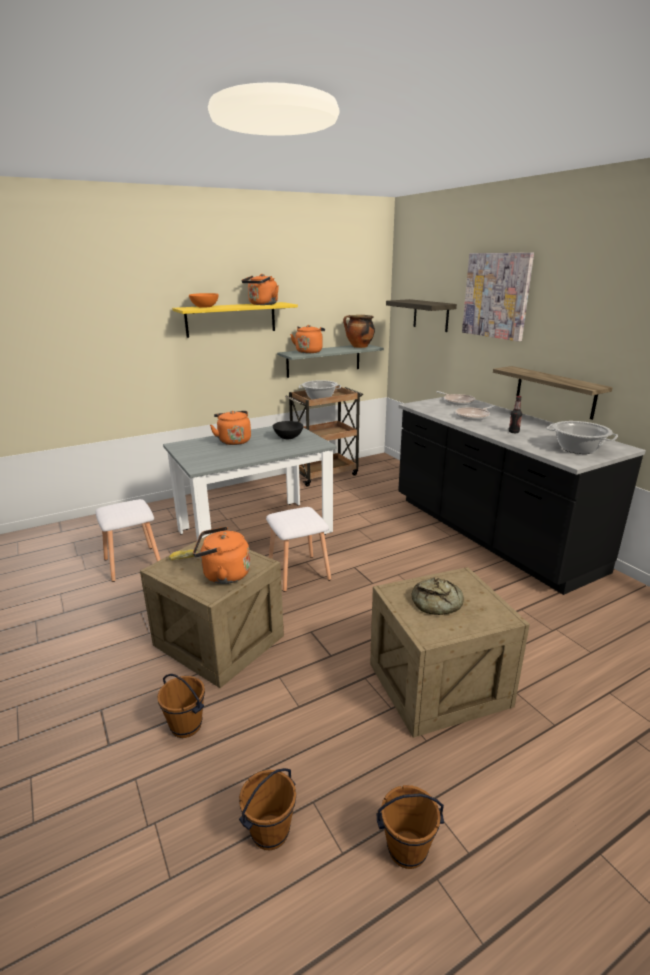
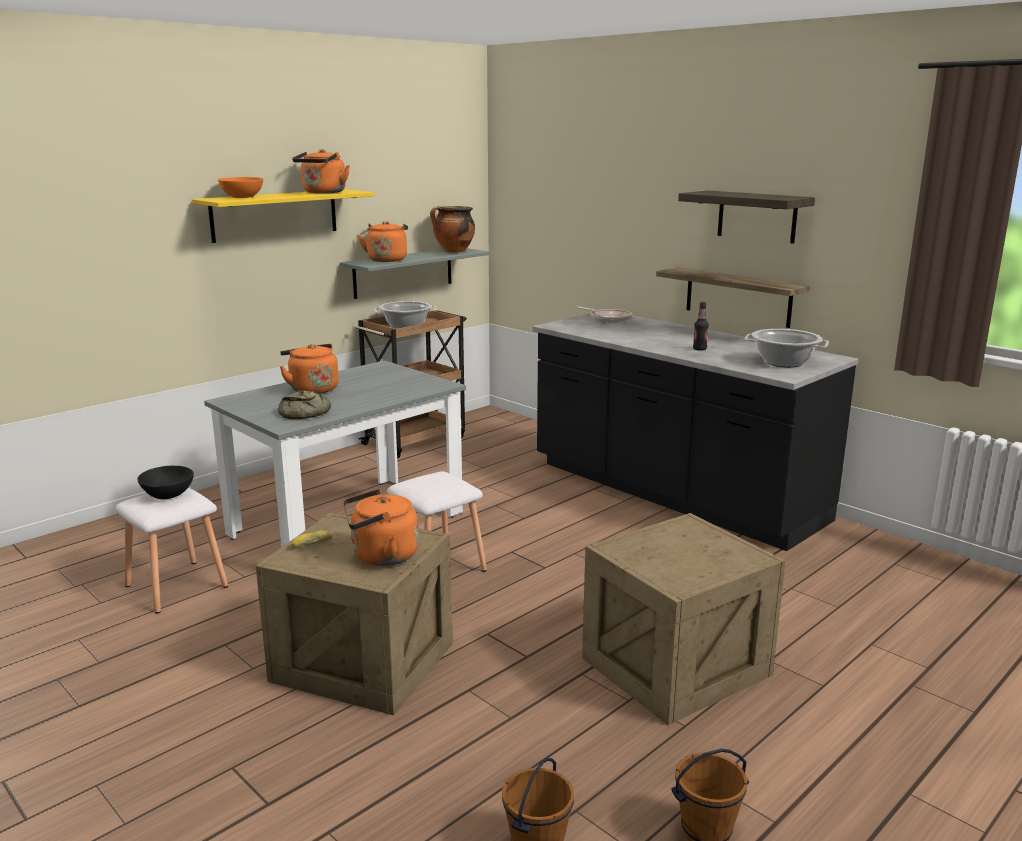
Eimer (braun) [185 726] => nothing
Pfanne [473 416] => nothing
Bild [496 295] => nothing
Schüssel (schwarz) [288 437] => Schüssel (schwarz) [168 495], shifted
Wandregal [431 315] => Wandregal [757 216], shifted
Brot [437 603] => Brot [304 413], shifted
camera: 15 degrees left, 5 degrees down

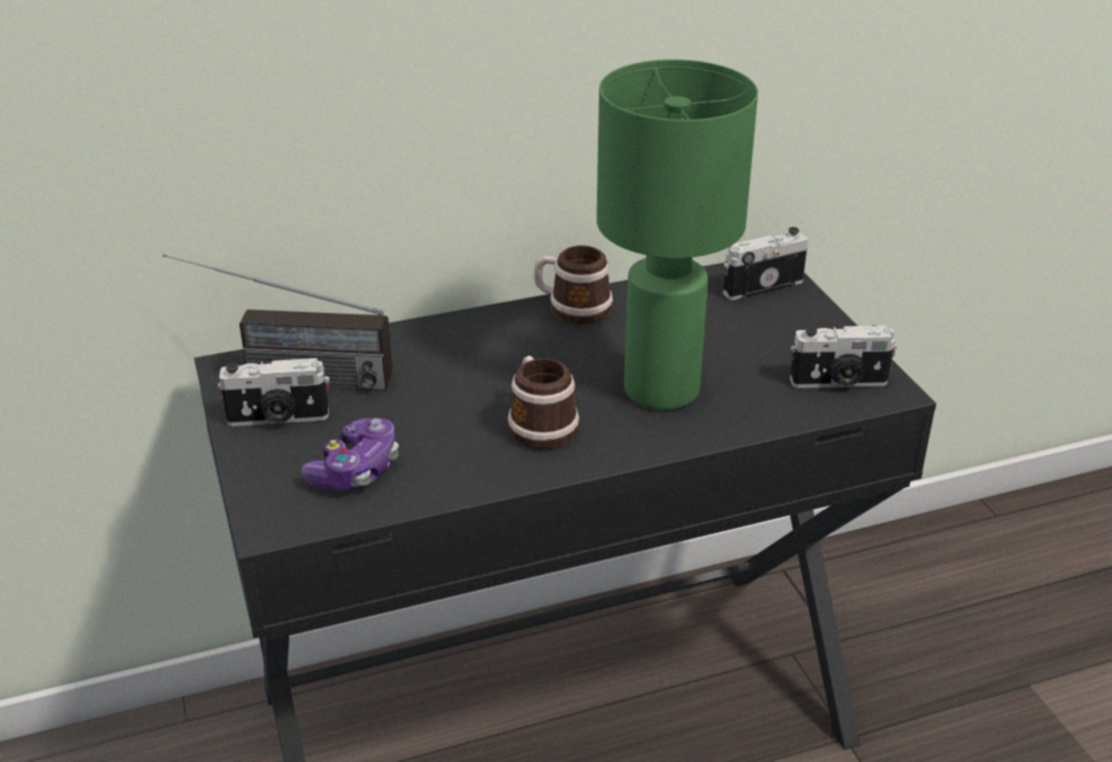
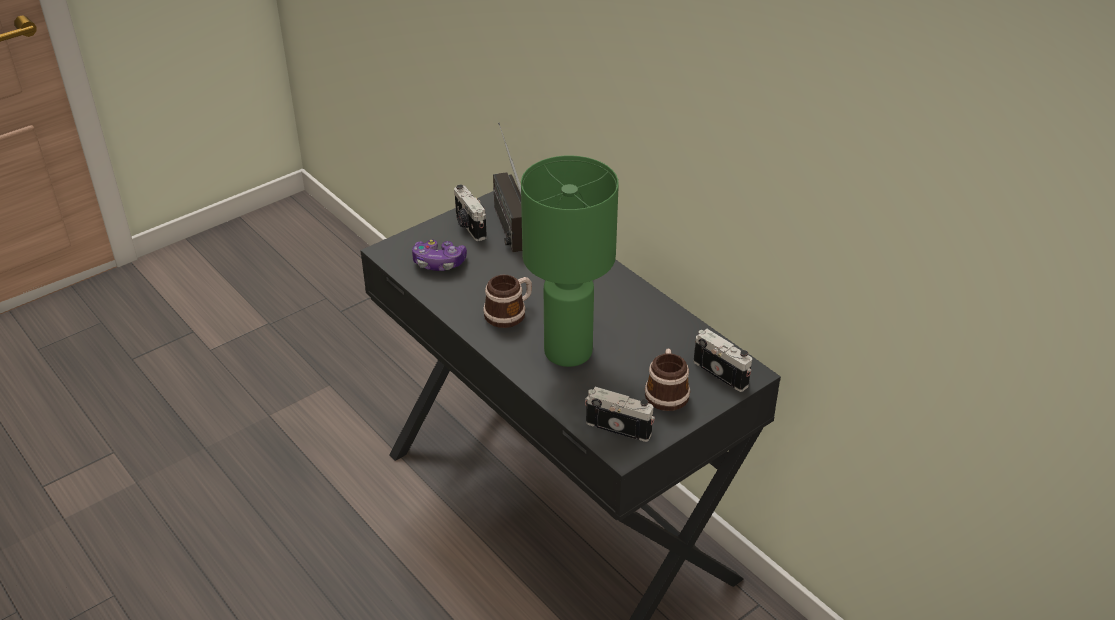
Henkelbecher [572 307] => Henkelbecher [666 392], shifted
Kamera [839 383] => Kamera [619 427], 135 degrees clockwise
camera: 70 degrees right, 5 degrees up

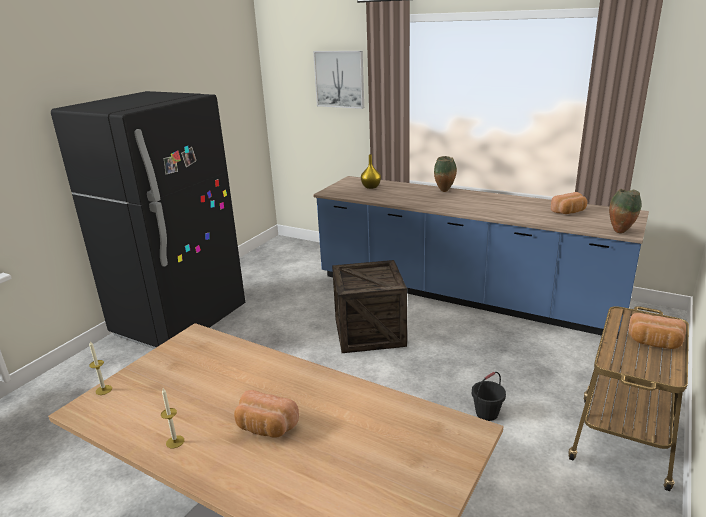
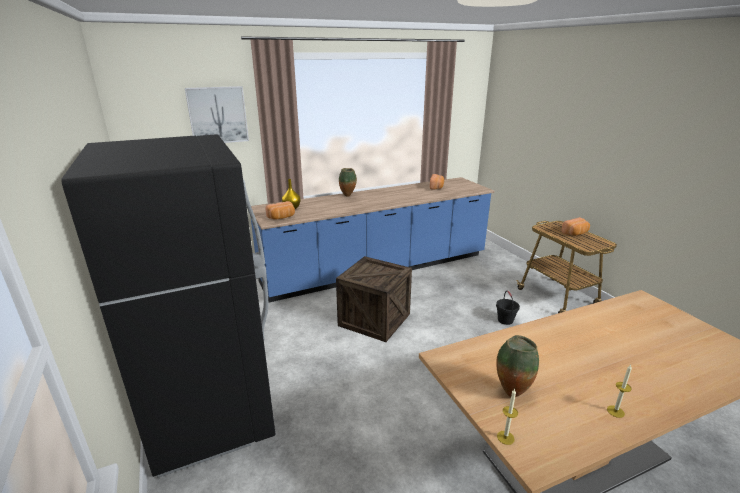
Brot [265 428] => Brot [282 217], shifted
Vase [620 232] => Vase [511 392], shifted
camera: 55 degrees left, 0 degrees up

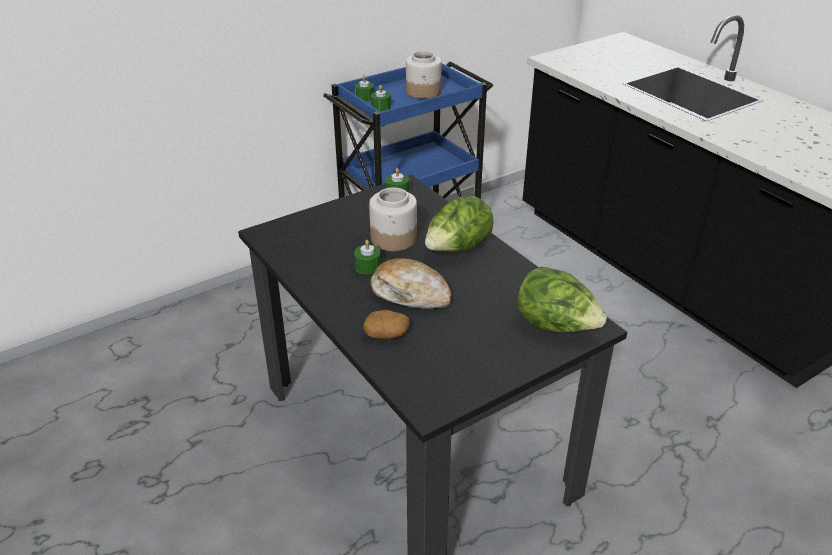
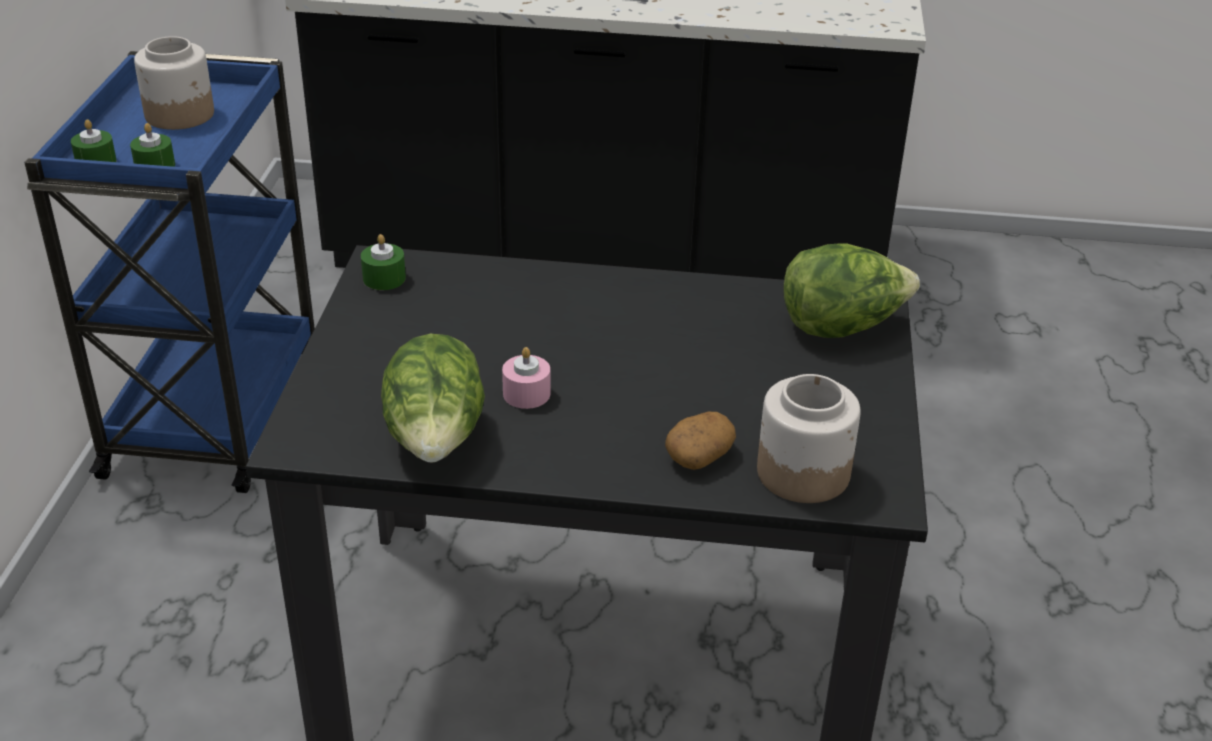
Brot [410 293] => nothing
Vorratsglas [394 238] => Vorratsglas [803 472], shifted
Salatkopf [457 249] => Salatkopf [436 441], shifted
Kerze (grün) [368 266] => Kerze (rosa) [526 394]
camera: 50 degrees left, 0 degrees up

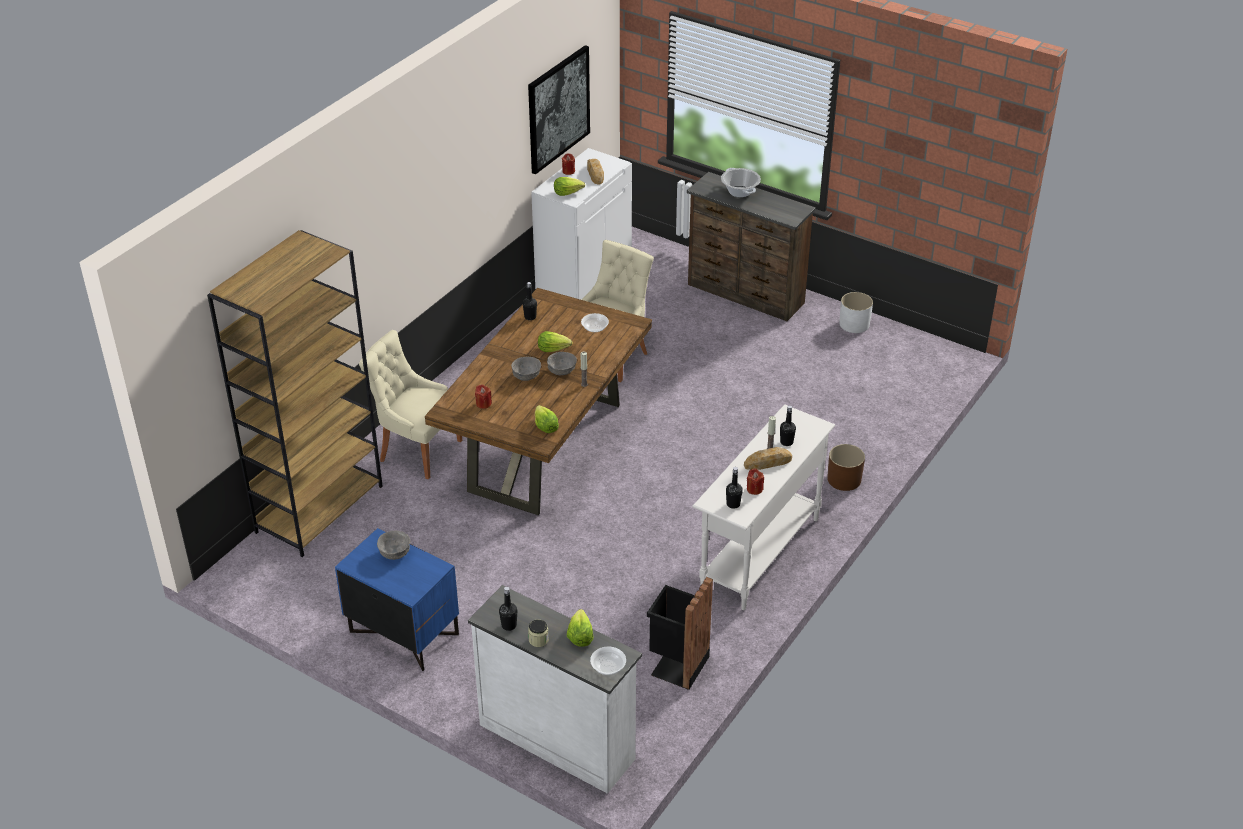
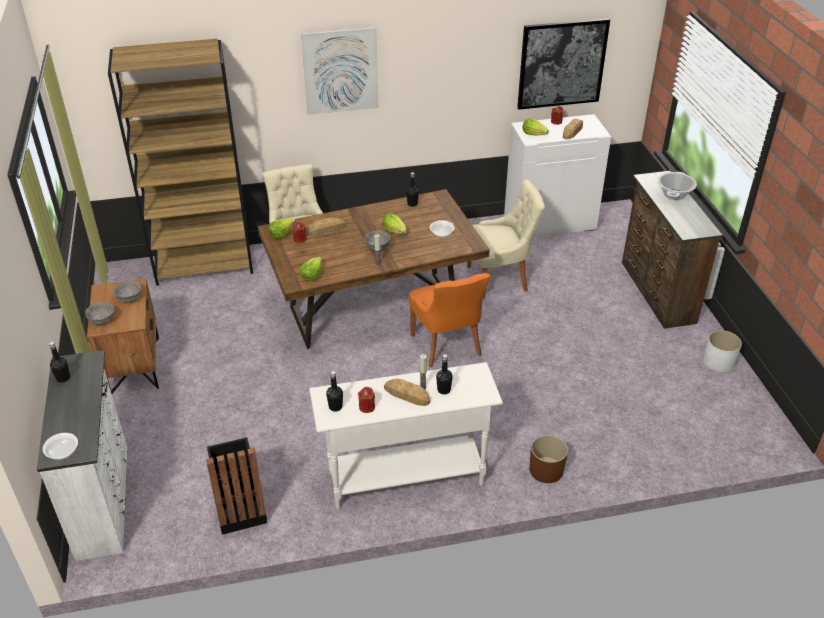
Vorratsglas [538 640] => nothing
nothing => Bild [340 71]
nothing => Brot [326 230]
nothing => Stuhl (orange) [447 346]
Schüssel (grau) [526 376] => Schüssel (grau) [102 321], shifted
Salatkopf [580 636] => Salatkopf [282 233], shifted
Nachttisch (blau) [403 633] => Nachttisch (braun) [133 365]
camera: 45 degrees right, 0 degrees up

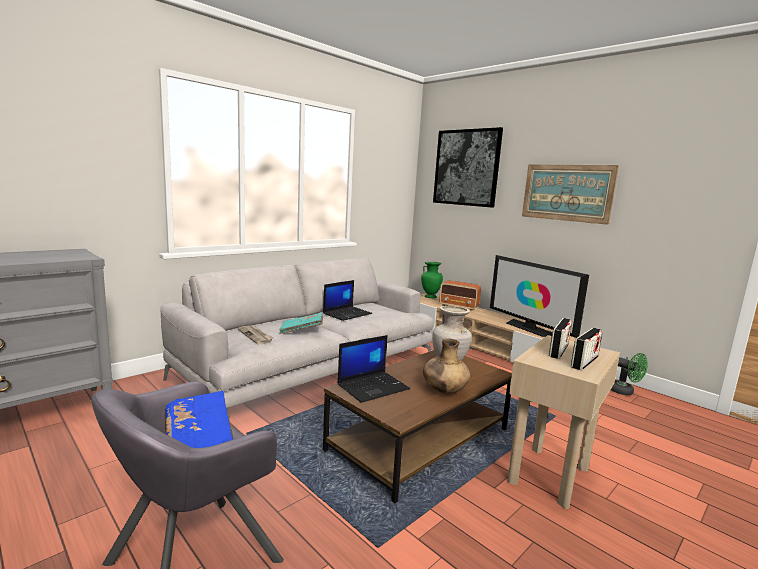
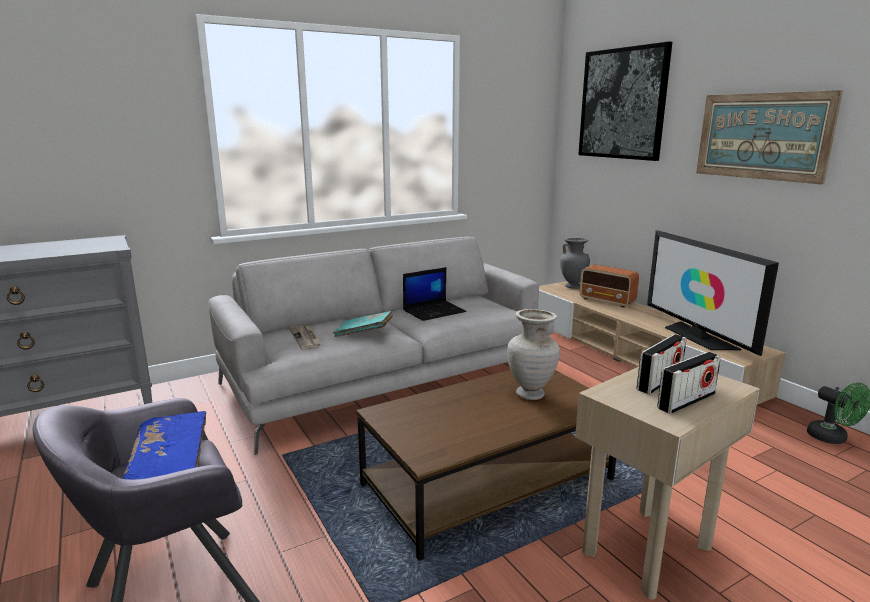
Laptop [373 386] => nothing
Vase (braun) [444 391] => nothing
Vase (grün) [430 297] => Vase (grau) [573 286]
camera: 15 degrees right, 5 degrees up

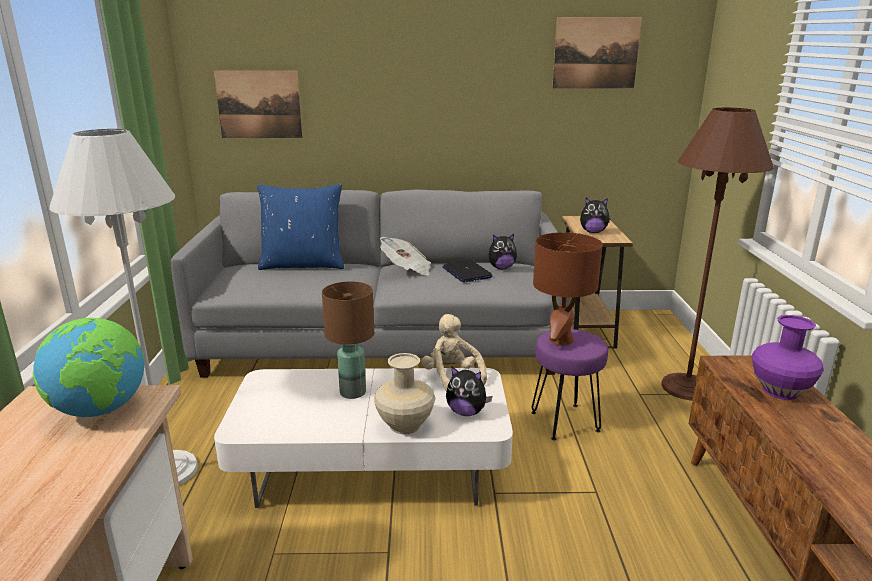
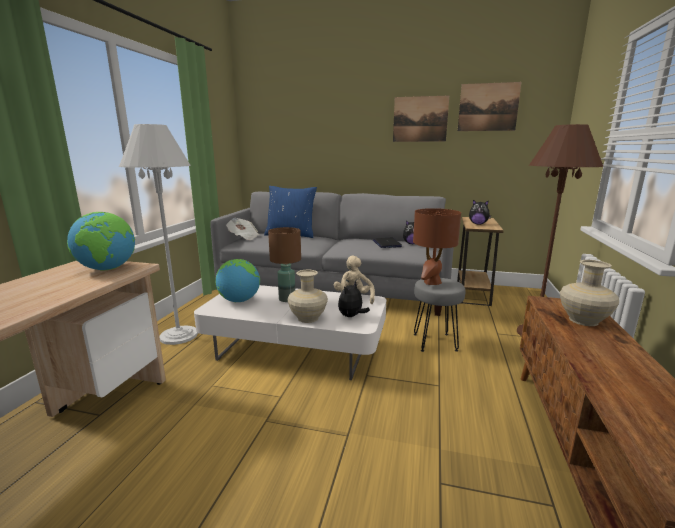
nothing => Globus [239 300]
Bild [259 104] => Bild [420 119], shifted
Zeitung [406 269] => Zeitung [243 237], shifted
Hocker (lila) [565 422] => Hocker (grau) [435 342]
Vase (lila) [779 390] => Vase (beige) [583 320]
Plüschtier [466 412] => Plüschtier [351 316], 90 degrees clockwise
camera: 15 degrees right, 5 degrees down

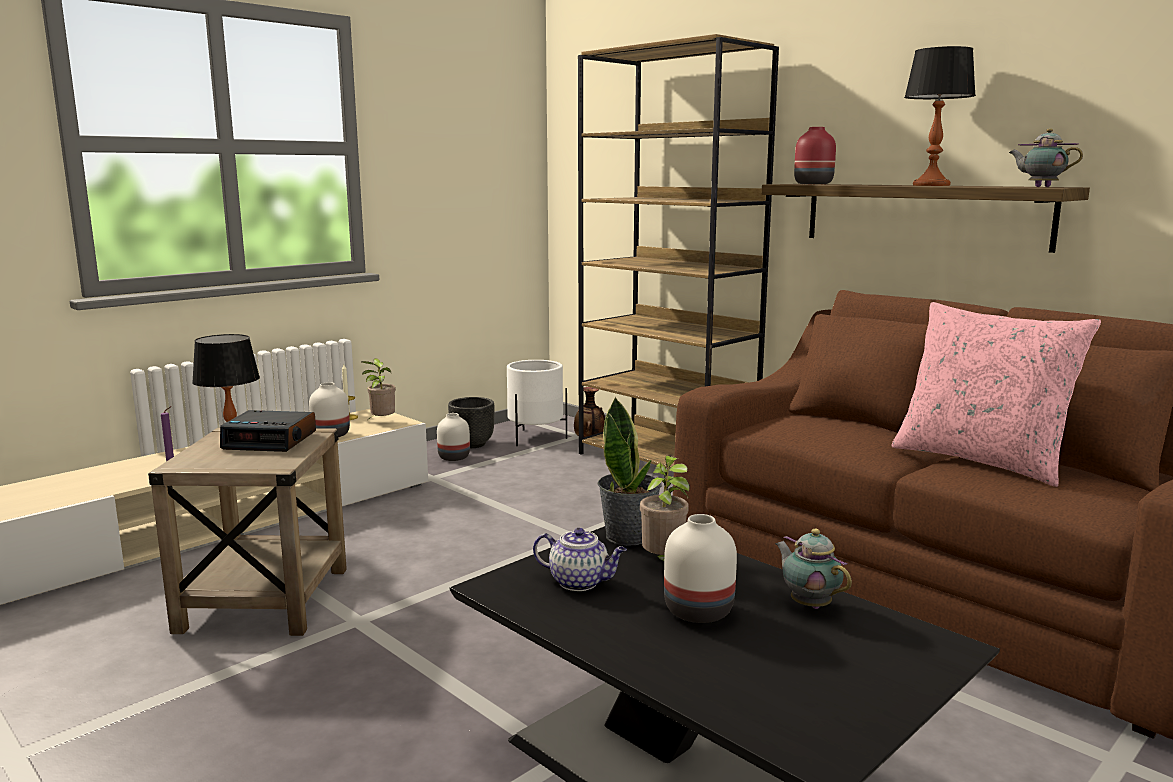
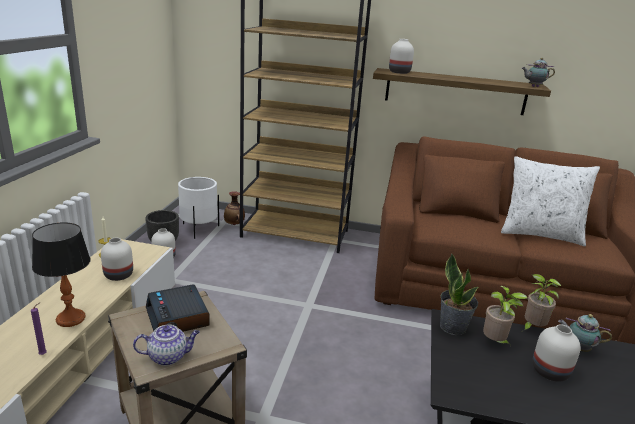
Tischlampe [930 185] => nothing
Topfpflanze [381 422] => Topfpflanze [532 328], shifted
Teekanne [580 582] => Teekanne [169 356], shifted
Vase (rot) [813 184] => Vase (weiß) [399 72]
Kissen (rosa) [981 460] => Kissen (weiß) [540 234]
Wecker [271 440] => Wecker [178 317], 90 degrees clockwise
camera: 35 degrees left, 10 degrees up

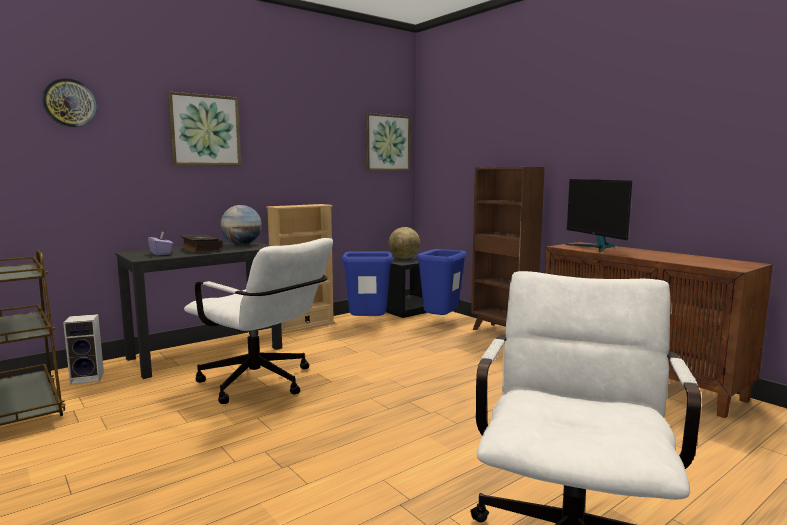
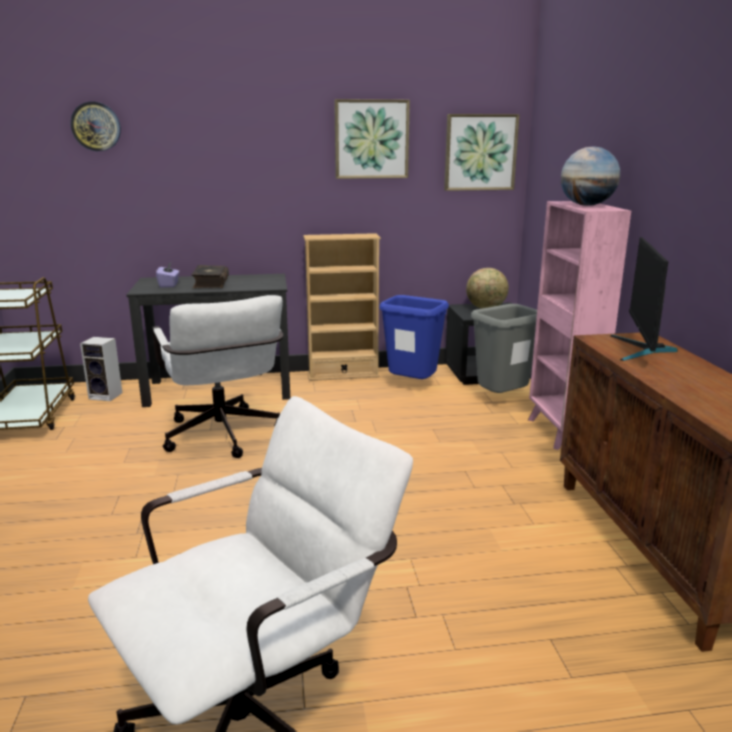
Bild [205 130] => Bild [371 139], shifted
Globus [242 244] => Globus [587 205], shifted
Mülleimer (blau) [441 322] => Mülleimer (grau) [502 400]
Bücherregal (braun) [502 333] => Bücherregal (rosa) [561 433]
camera: 30 degrees right, 10 degrees up

